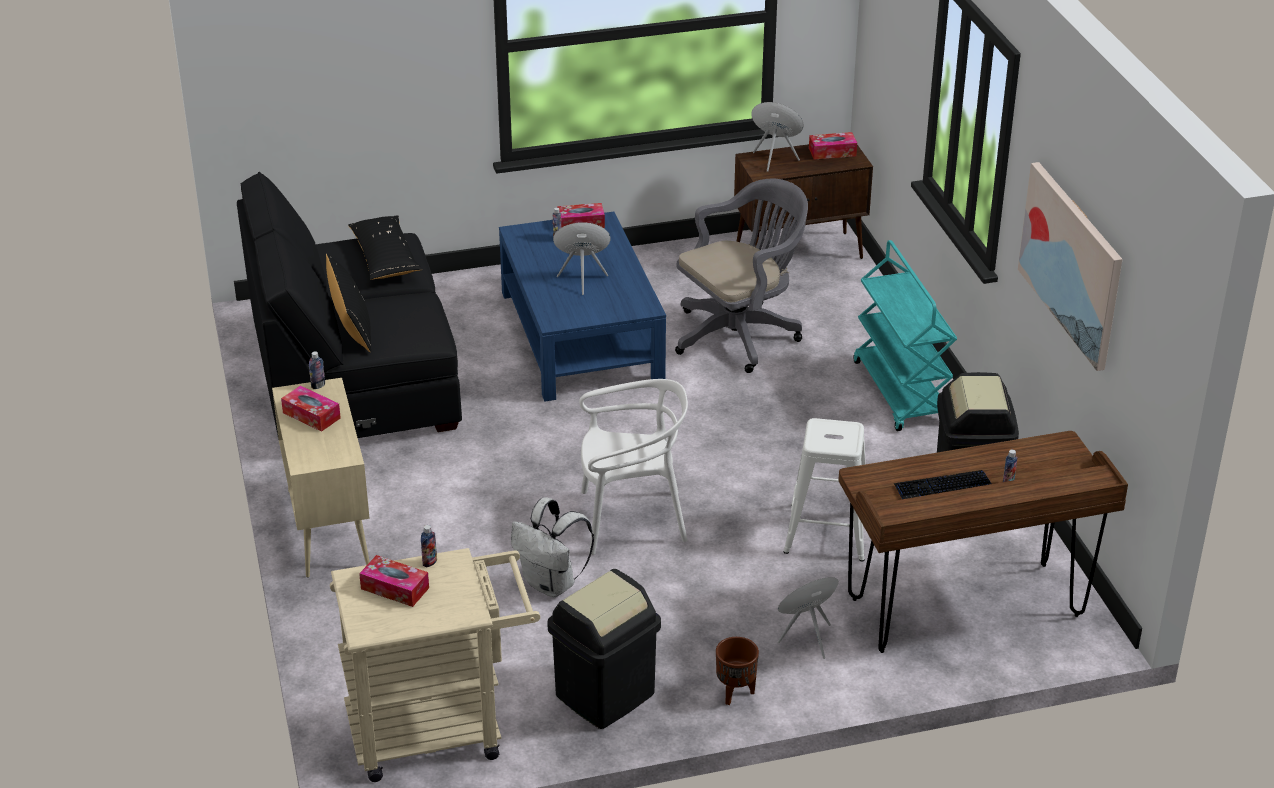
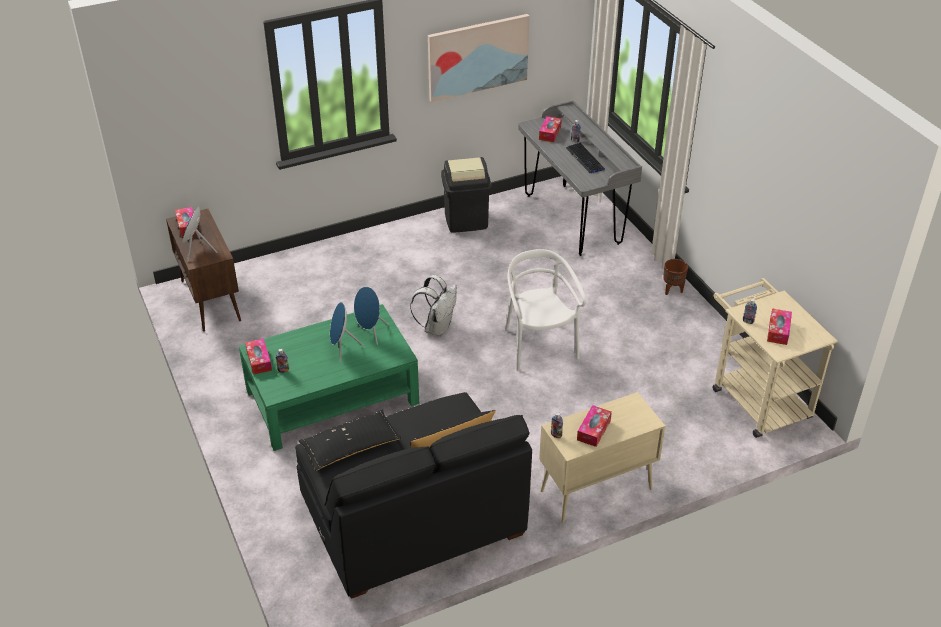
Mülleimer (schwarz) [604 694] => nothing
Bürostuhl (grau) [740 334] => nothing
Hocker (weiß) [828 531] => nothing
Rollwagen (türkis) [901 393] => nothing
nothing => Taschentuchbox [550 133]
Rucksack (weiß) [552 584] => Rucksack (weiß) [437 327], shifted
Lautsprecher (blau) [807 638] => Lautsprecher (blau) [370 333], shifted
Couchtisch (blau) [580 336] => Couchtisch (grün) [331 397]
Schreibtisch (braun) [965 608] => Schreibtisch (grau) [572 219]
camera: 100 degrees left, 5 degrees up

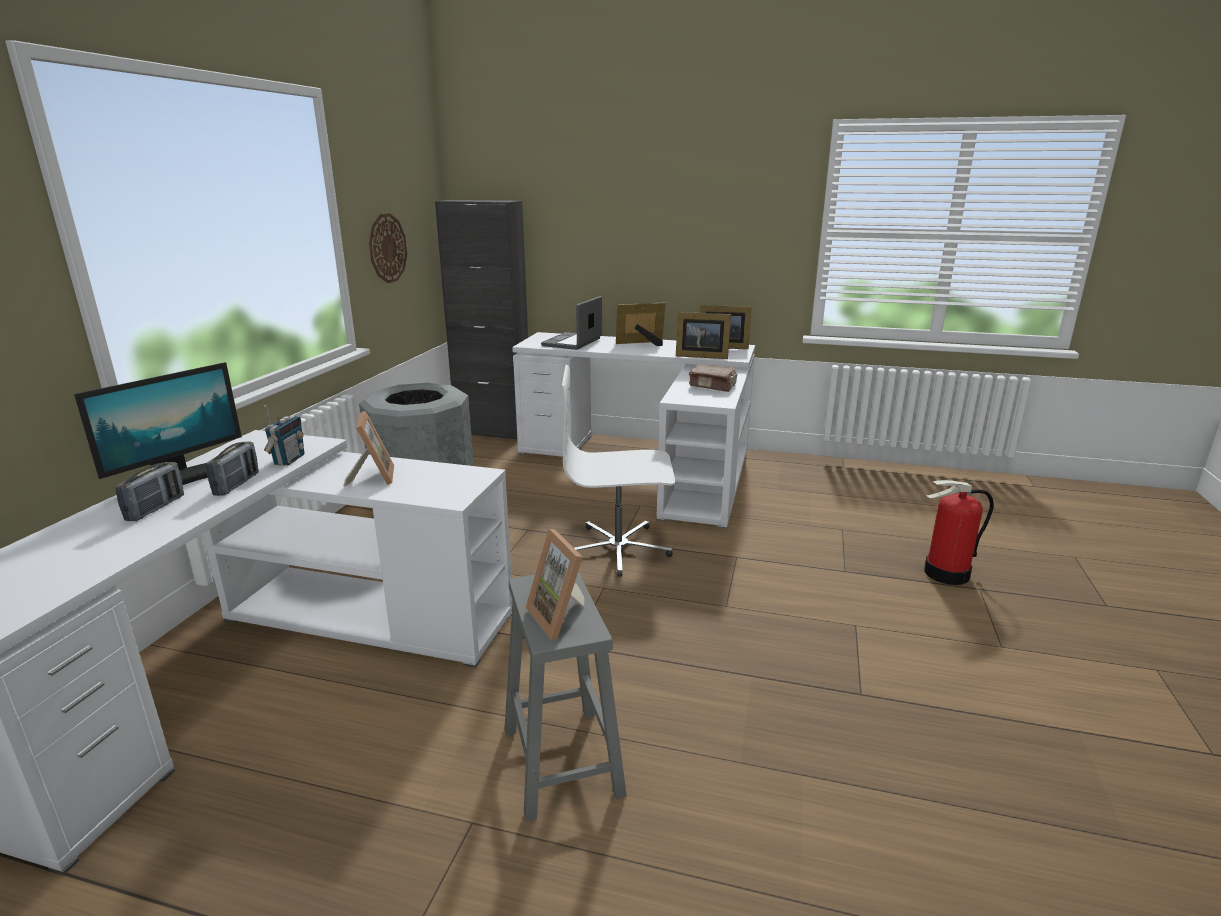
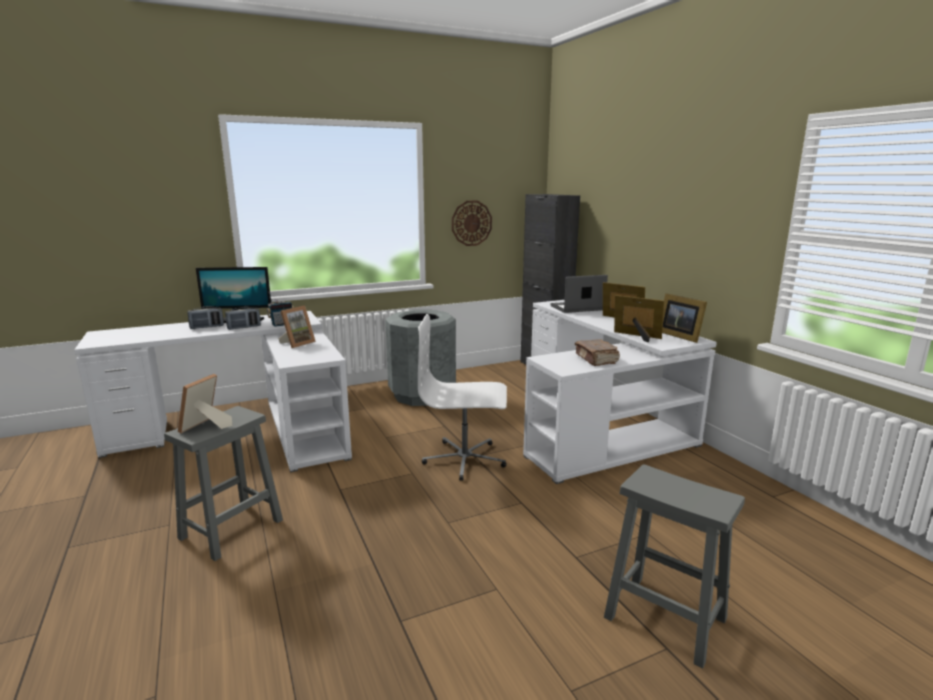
Feuerlöscher [946 574] => Hocker (grau) [663 617]
Bürostuhl (weiß) [618 549] => Bürostuhl (weiß) [465 459], 45 degrees counterclockwise
Bilderrahmen [700 356] => Bilderrahmen [637 337], 150 degrees clockwise
camera: 50 degrees right, 5 degrees down

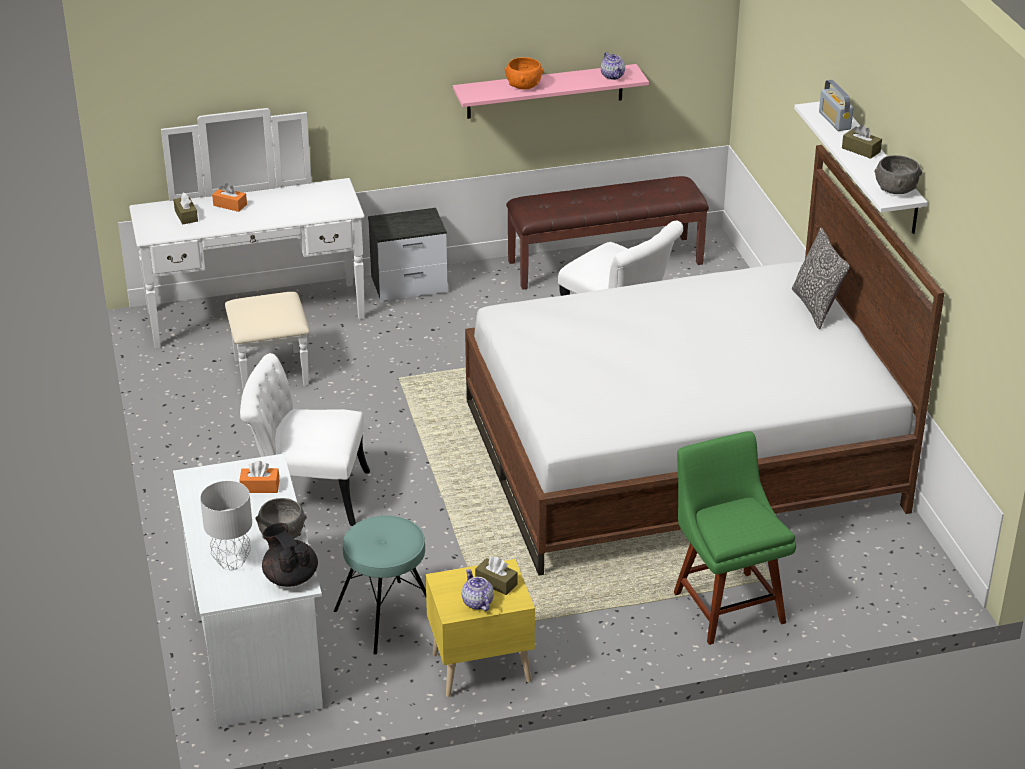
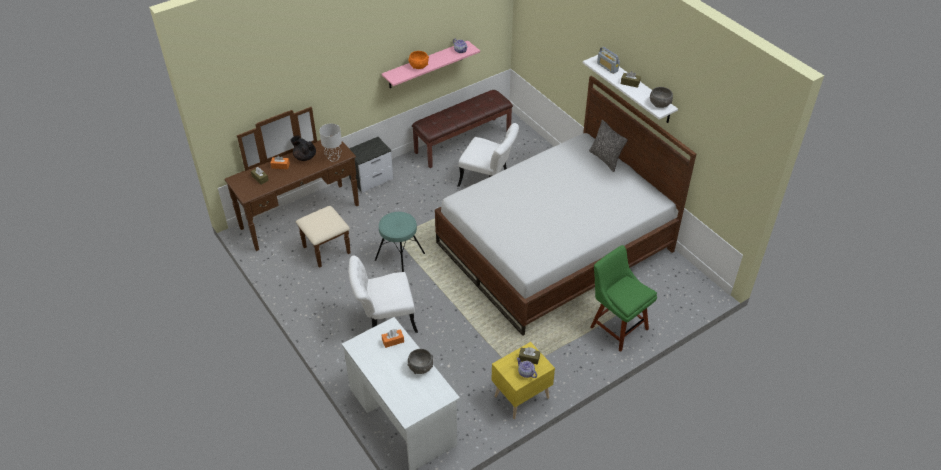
Tischlampe (grau) [231 562] => Tischlampe (grau) [333 158], shifted
Teekanne (schwarz) [290 577] => Teekanne (schwarz) [305 157], shifted
Hocker (türkis) [387 617] => Hocker (türkis) [400 257], shifted
Kommode (weiß) [260 327] => Kommode (braun) [306 224]
camera: 20 degrees left, 10 degrees up

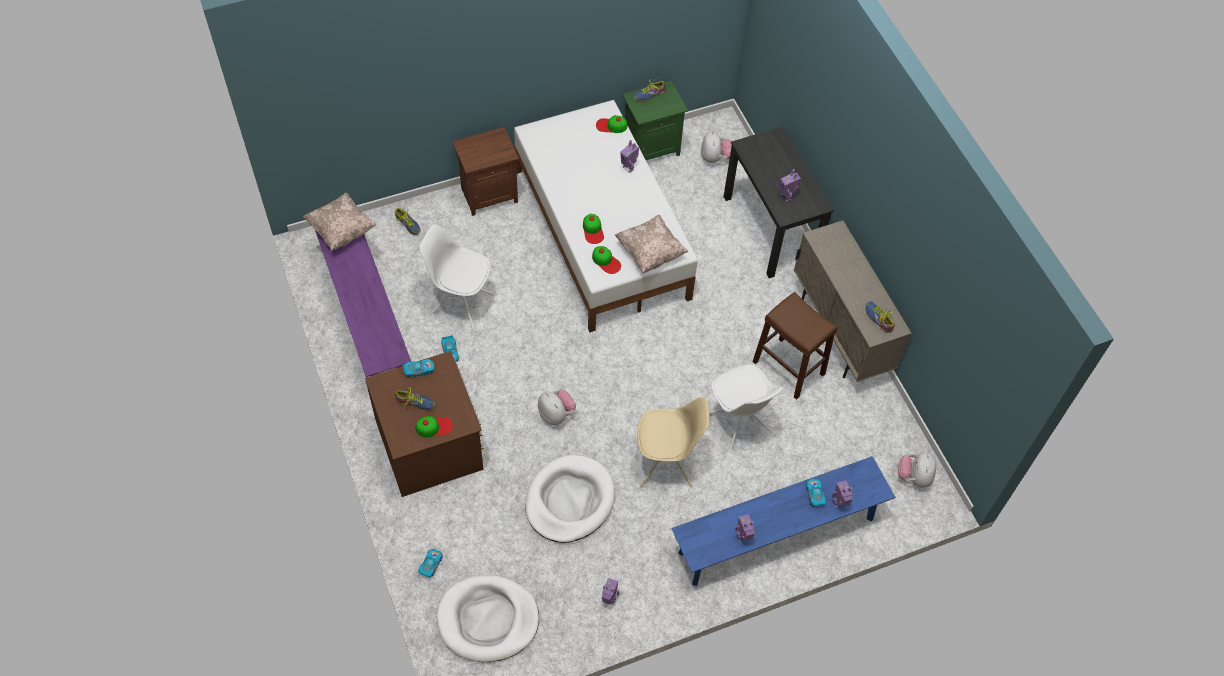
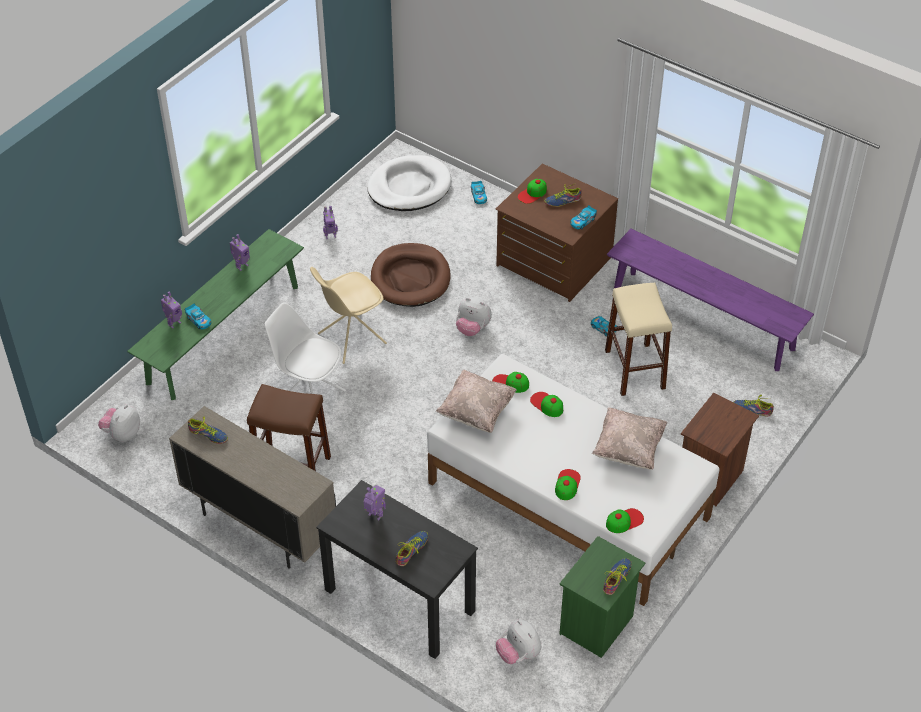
nothing => Schuh [411 550]
Kissen (beige) [341 230] => Kissen (beige) [628 449], shifted
Stuhl (weiß) [460 303] => Hocker (beige) [635 369]
Spielzeugroboter [628 167] => Kappe [567 484]
Hundebett (weiß) [569 501] => Hundebett (braun) [410 278]
Bank (blau) [776 536] => Bank (grün) [224 334]
Plüschtier [914 477] => Plüschtier [122 434], 135 degrees counterclockwise
camera: 150 degrees right, 10 degrees down

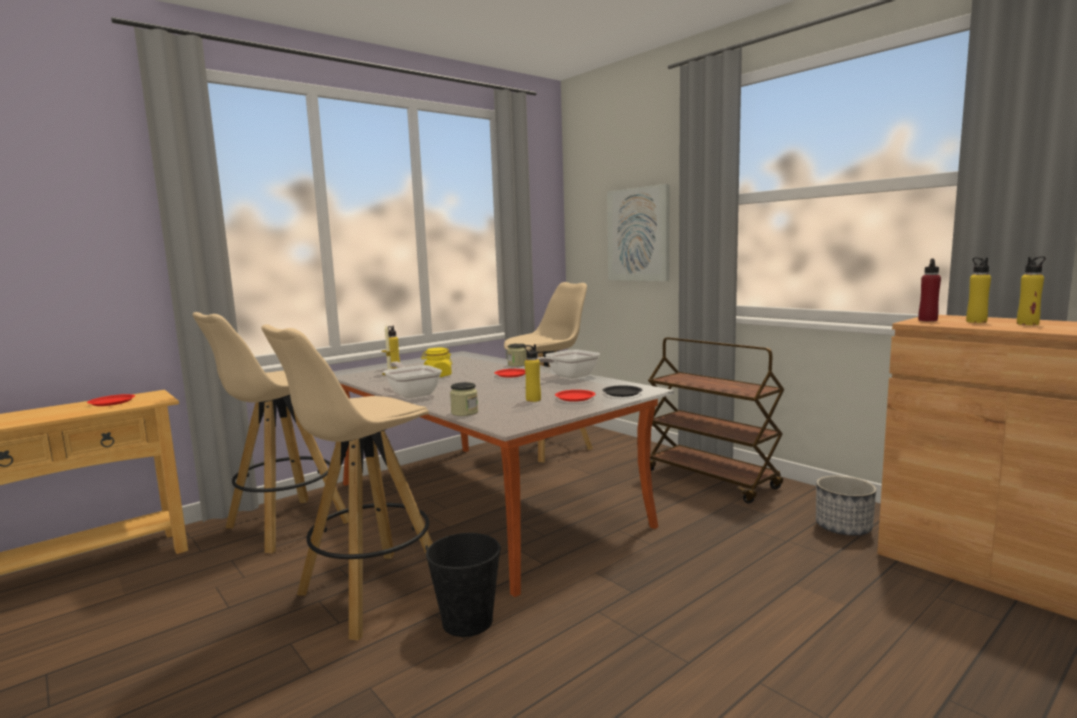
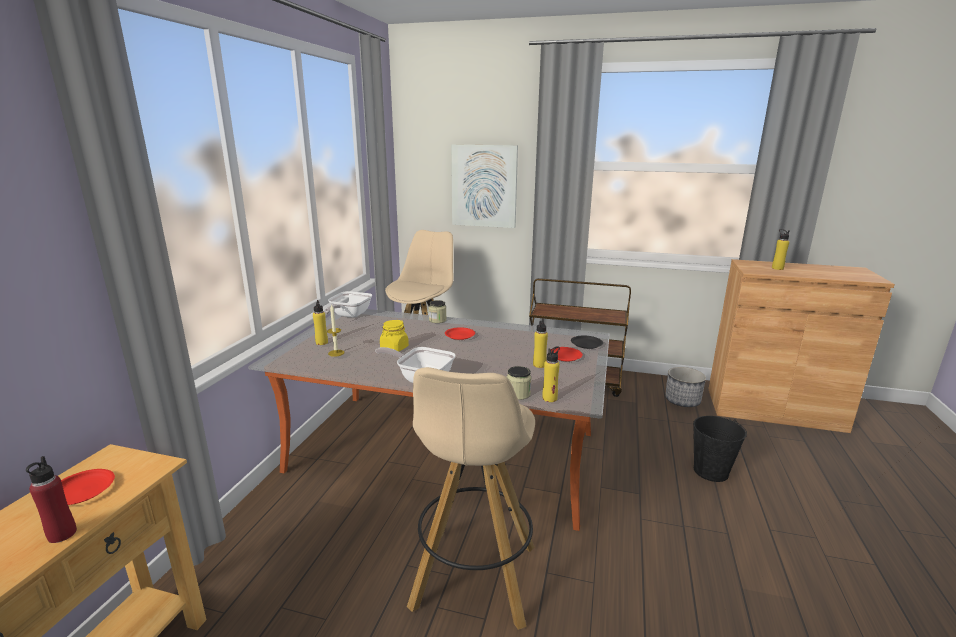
Hocker (beige) [286 526] => nothing
Eimer (schwarz) [467 621] => Eimer (schwarz) [710 471], shifted
Pfanne [568 377] => Pfanne [348 316], shifted
Flasche (rot) [927 320] => Flasche (rot) [62 534], shifted
Flasche (gelb) [1027 324] => Flasche (gelb) [549 398], shifted
camera: 35 degrees left, 10 degrees up

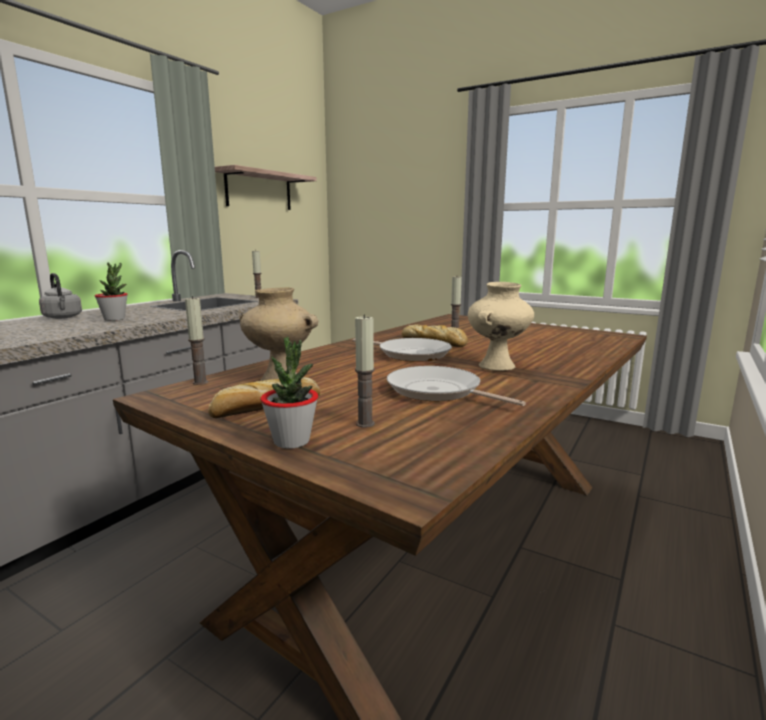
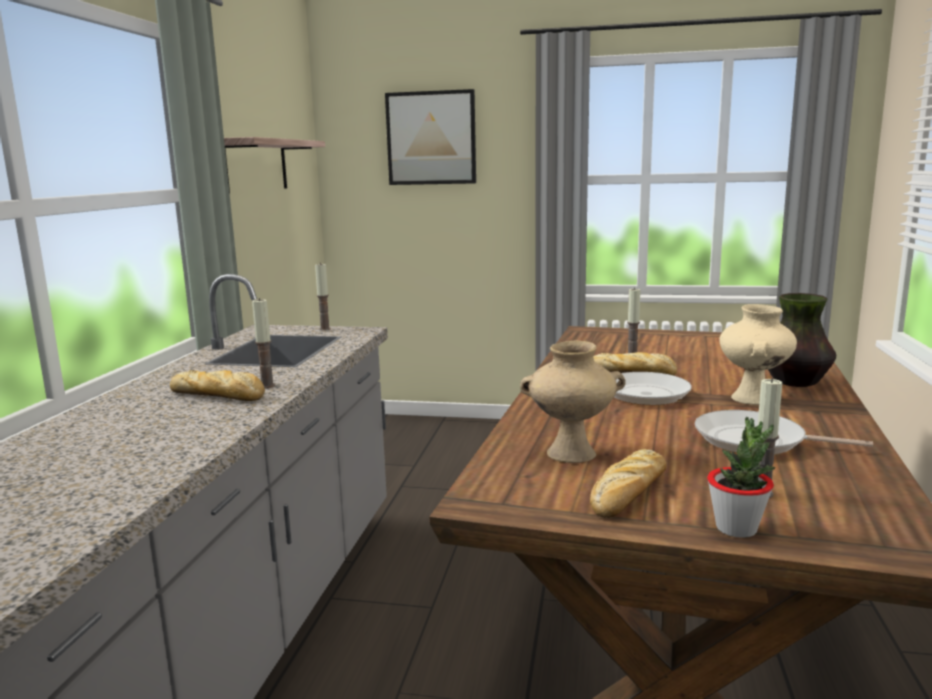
Wasserkessel (grau) [63 317] => nothing
nothing => Bild [431 138]
nothing => Vase [794 382]
Kerze [200 382] => Kerze [267 386], shifted
Topfpflanze [114 319] => Brot [219 395]
camera: 20 degrees left, 0 degrees up

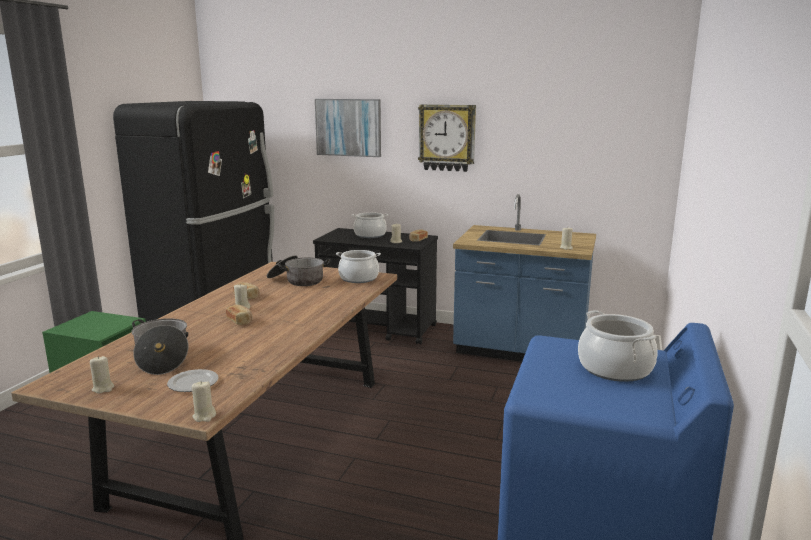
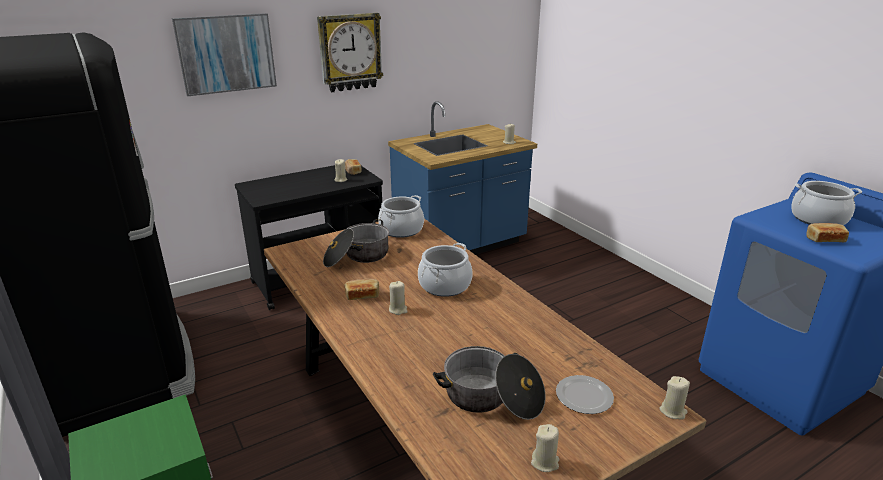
Brot [240 321] => Brot [824 239], shifted
Kochtopf [370 235] => Kochtopf [445 285], shifted
camera: 50 degrees left, 10 degrees up

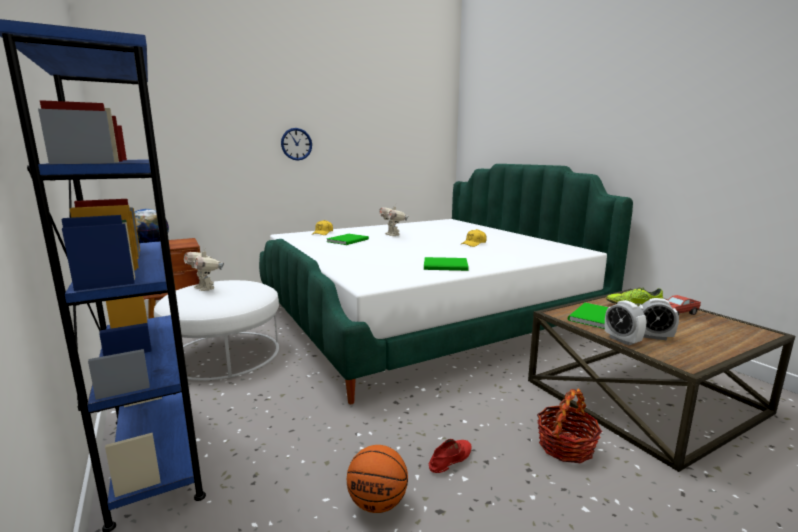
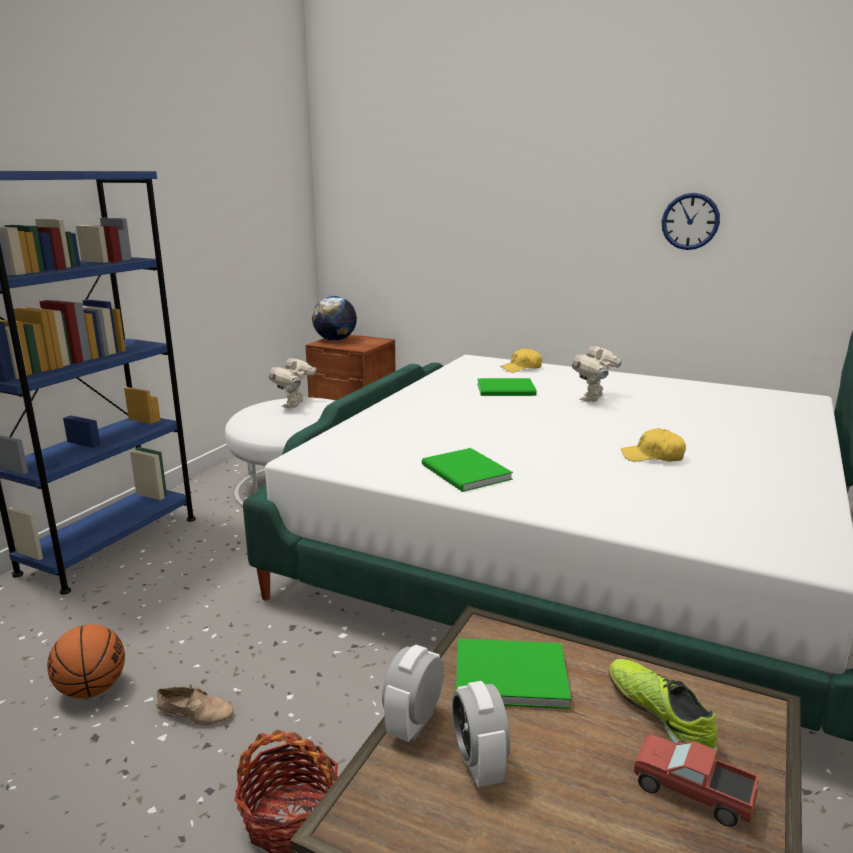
Wanduhr [296 144] => Wanduhr [690 221], shifted
Schuh (rot) [449 458] => Schuh (beige) [196 712]
camera: 55 degrees right, 5 degrees up

